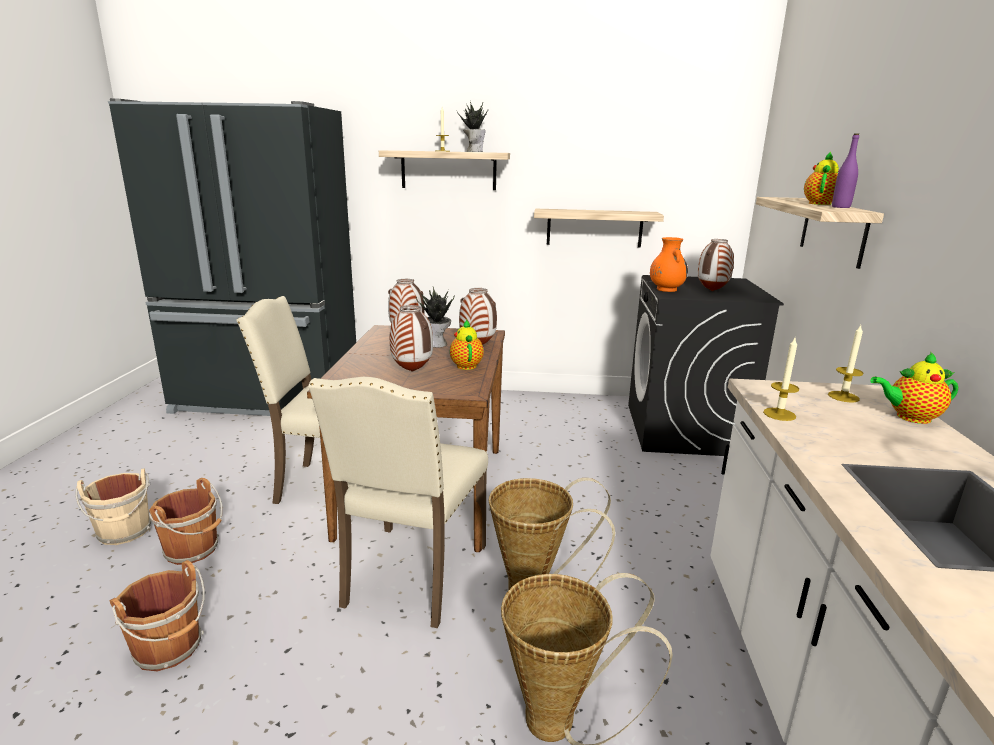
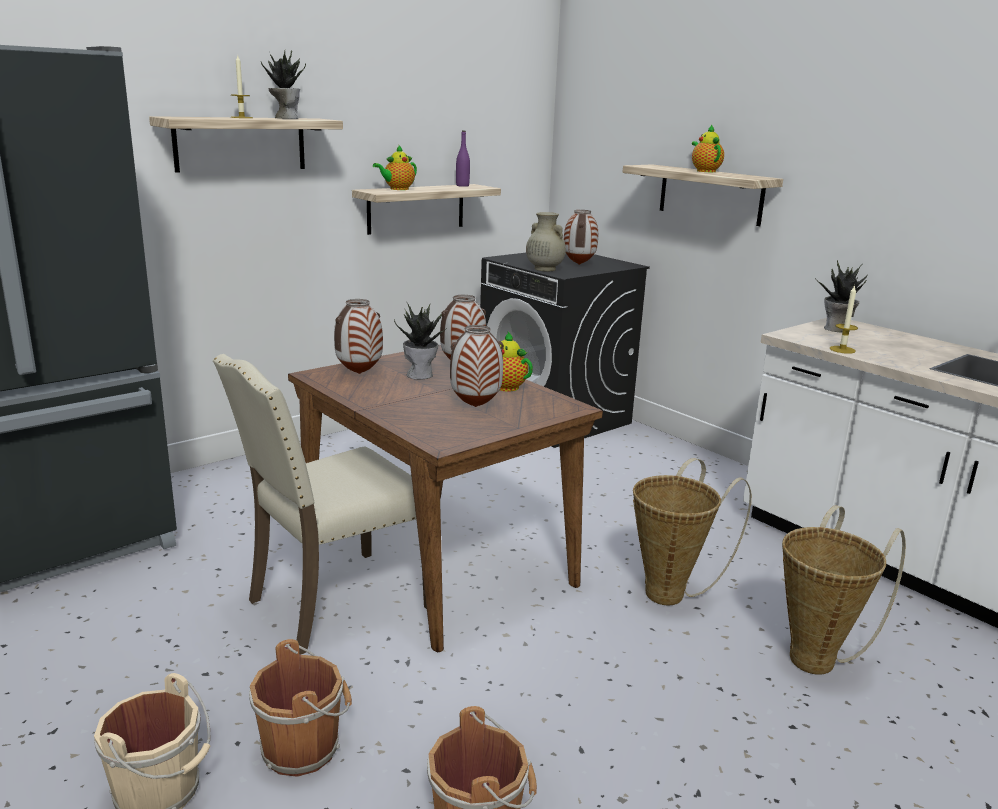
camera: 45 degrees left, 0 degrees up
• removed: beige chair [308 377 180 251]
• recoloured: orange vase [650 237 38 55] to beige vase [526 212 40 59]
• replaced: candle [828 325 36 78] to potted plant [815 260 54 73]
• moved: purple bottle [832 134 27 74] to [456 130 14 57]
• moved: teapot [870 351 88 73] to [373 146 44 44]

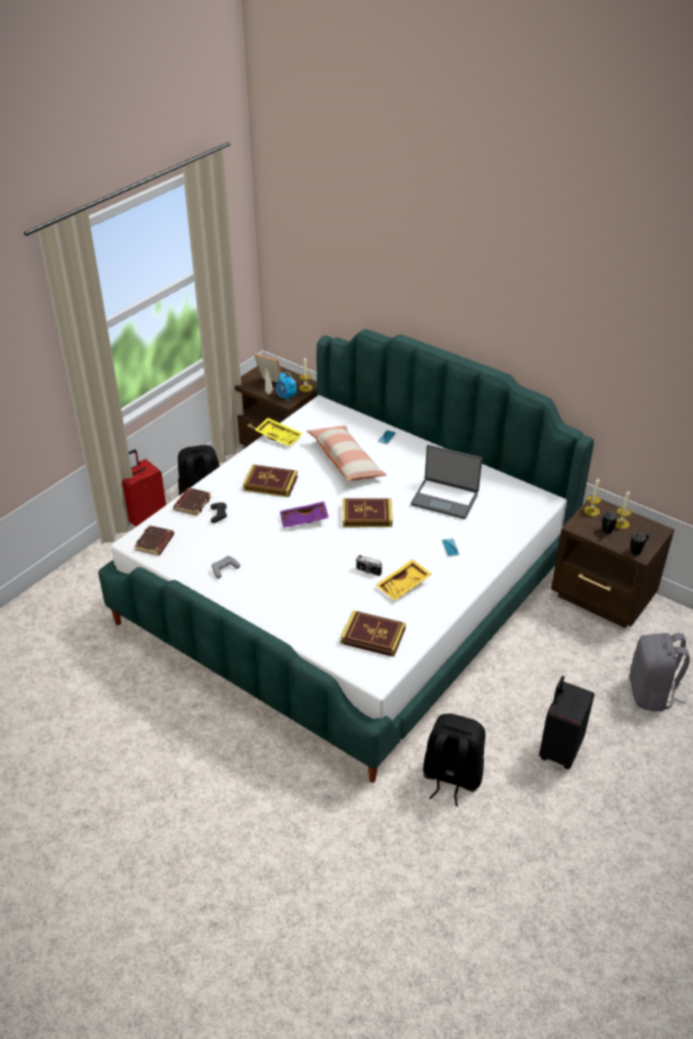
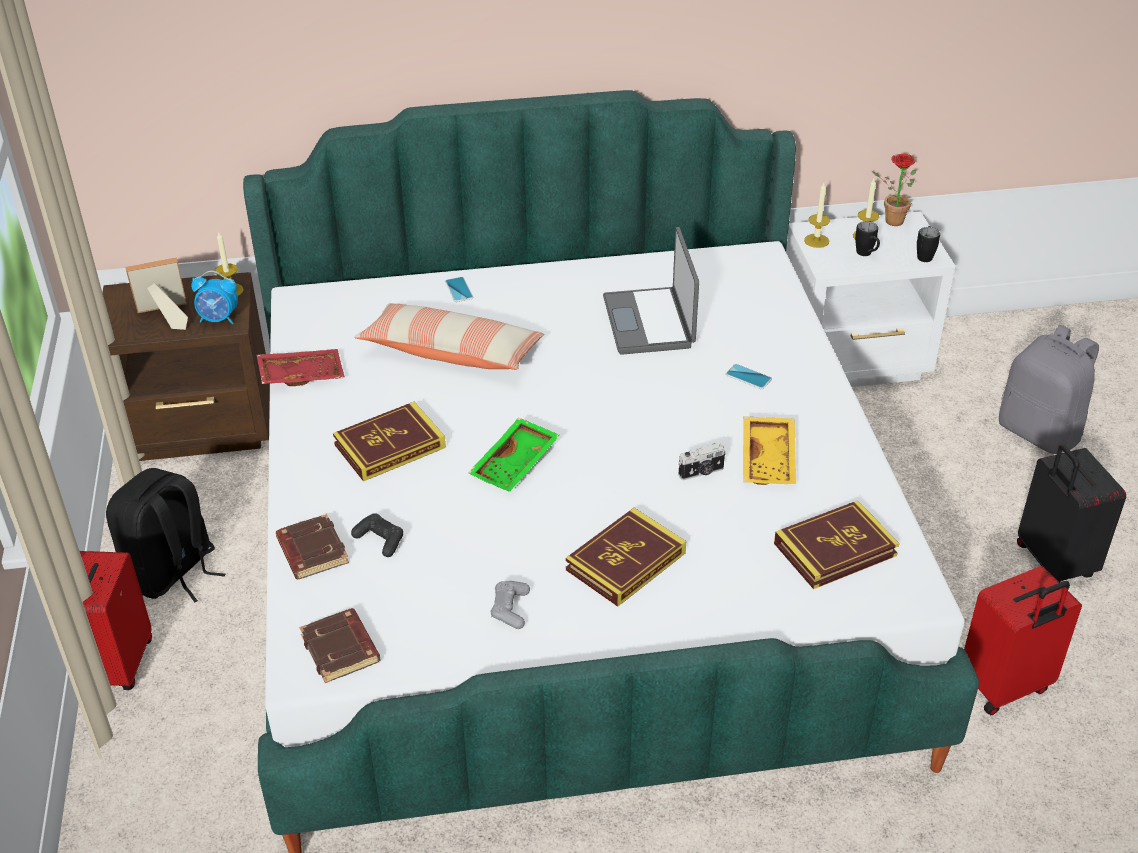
camera: 45 degrees left, 0 degrees up
• recoloured: yellow tray [255 418 48 29] to red tray [257 349 88 37]
• recoloured: purple tray [280 501 49 27] to green tray [468 418 92 74]
• moved: book [343 499 49 28] to [565 508 121 99]
• turned: laptop [411 445 71 74] = [603 227 96 128] 105 degrees clockwise
• replaced: black backpack [423 713 62 94] to red suitcase [964 566 118 149]
• recoloured: brown nightstand [551 499 123 129] to white nightstand [786 211 169 176]
• added: potted plant [872 154 44 72]

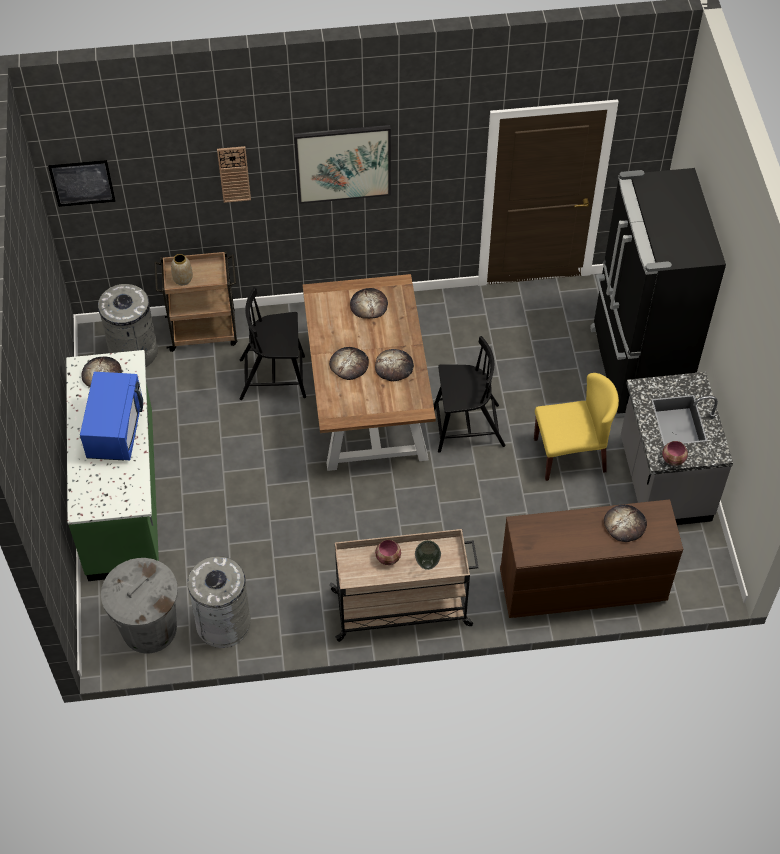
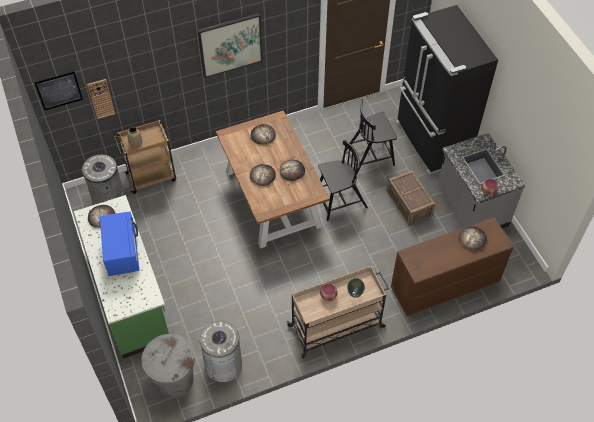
camera: 15 degrees left, 0 degrees up
• moved: wall clock [217 146 34 57] to [87 79 28 40]
• moved: black chair [240 287 66 113] to [346 99 51 75]
• replaced: yellow chair [534 373 85 108] to crate [386 170 49 55]

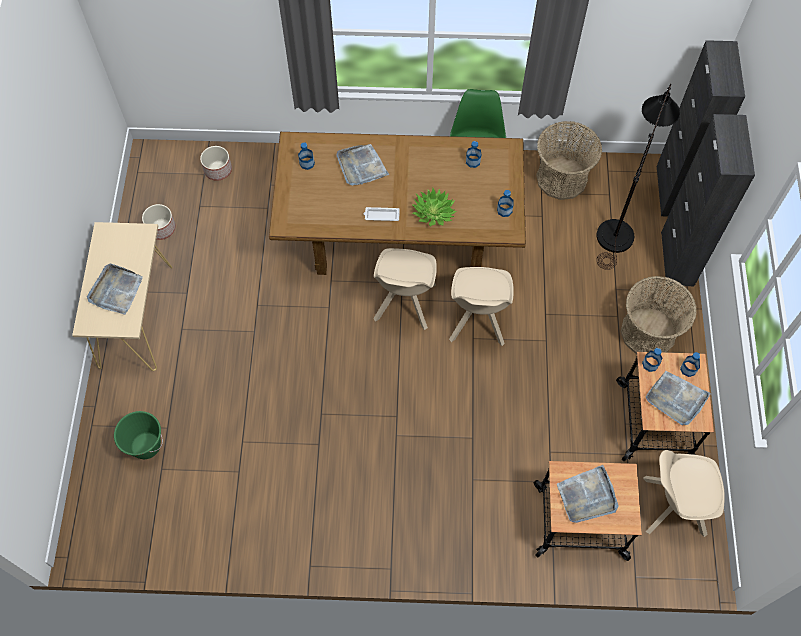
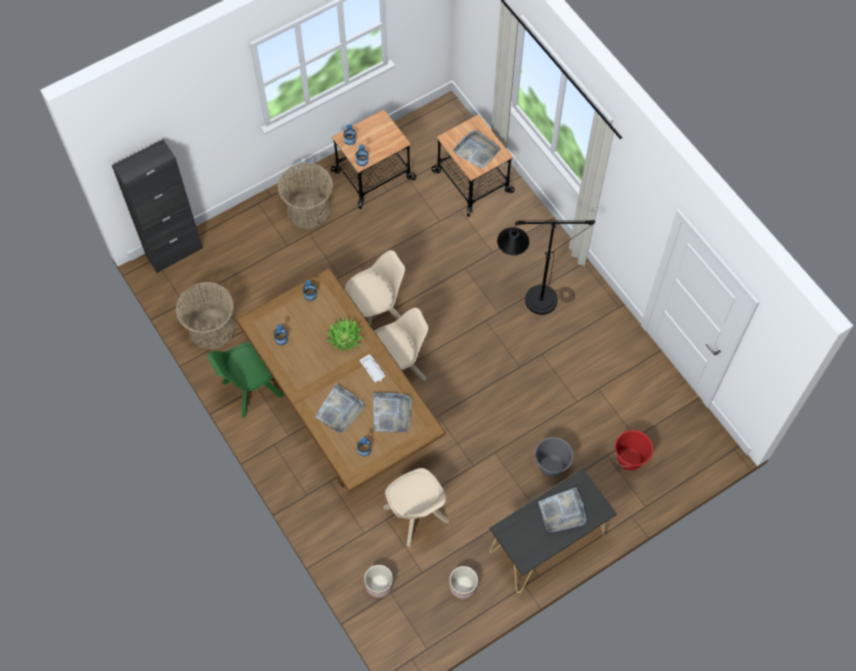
camera: 125 degrees left, 0 degrees up
• recoloured: beige console table [72 222 100 149] to black console table [489 469 128 124]
• recoloured: green bucket [114 411 49 48] to red bucket [615 430 38 41]
• moved: black floor lamp [597 84 83 186] to [497 220 98 95]
• moved: beige chair [643 450 82 87] to [384 468 65 78]
• moved: grey tray [646 371 65 54] to [373 392 39 40]
• removed: black cabinet [661 114 94 172]
• added: grey bucket [534 437 40 40]

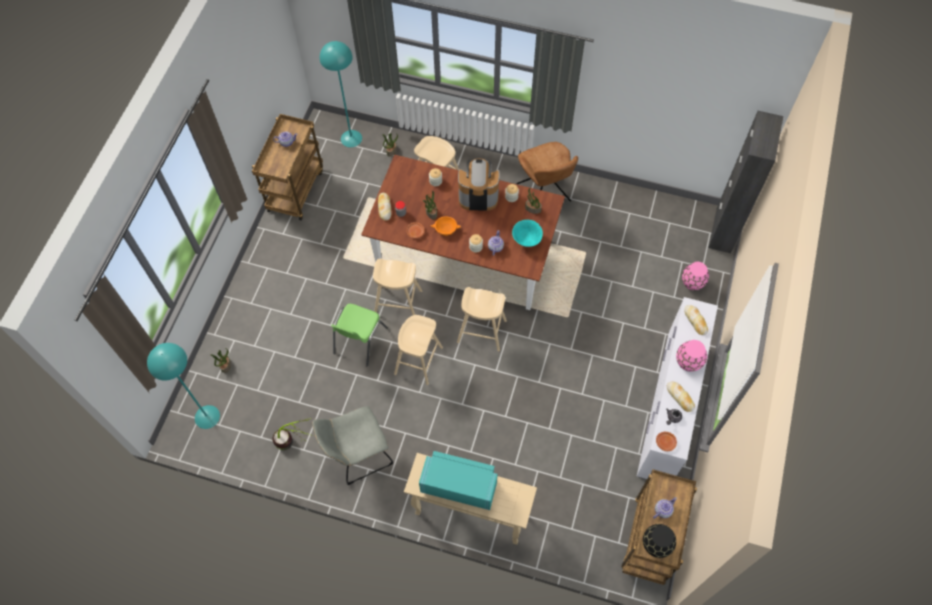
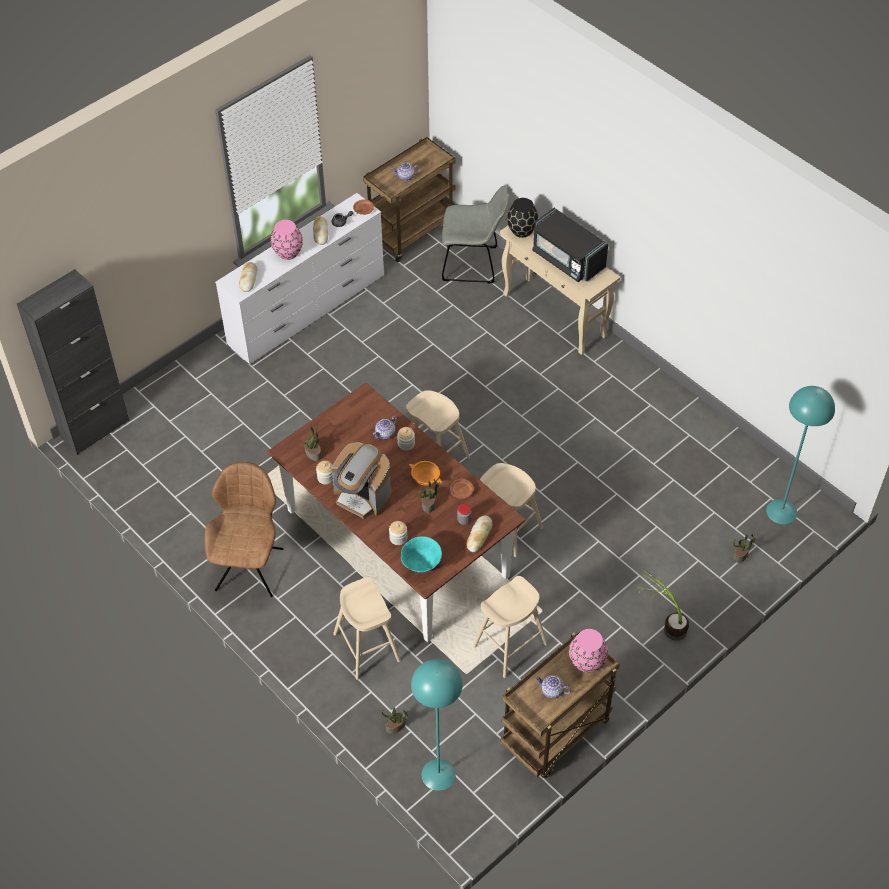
camera: 150 degrees left, 10 degrees down
• moved: potted plant [272 418 41 32] to [638 568 51 73]
• moved: grey chair [312 406 81 79] to [442 186 66 97]
• removed: green chair [331 304 57 63]
• moved: beige stool [394 315 49 70] to [473 576 75 102]
• recoloured: turquoise microwave [419 451 78 59] to black microwave [532 208 76 74]
• moved: turquoise bowl [512 220 31 27] to [401 536 41 37]
• moved: black vase [643 524 33 34] to [507 198 31 40]
• moved: pink vase [682 262 27 28] to [569 629 39 44]

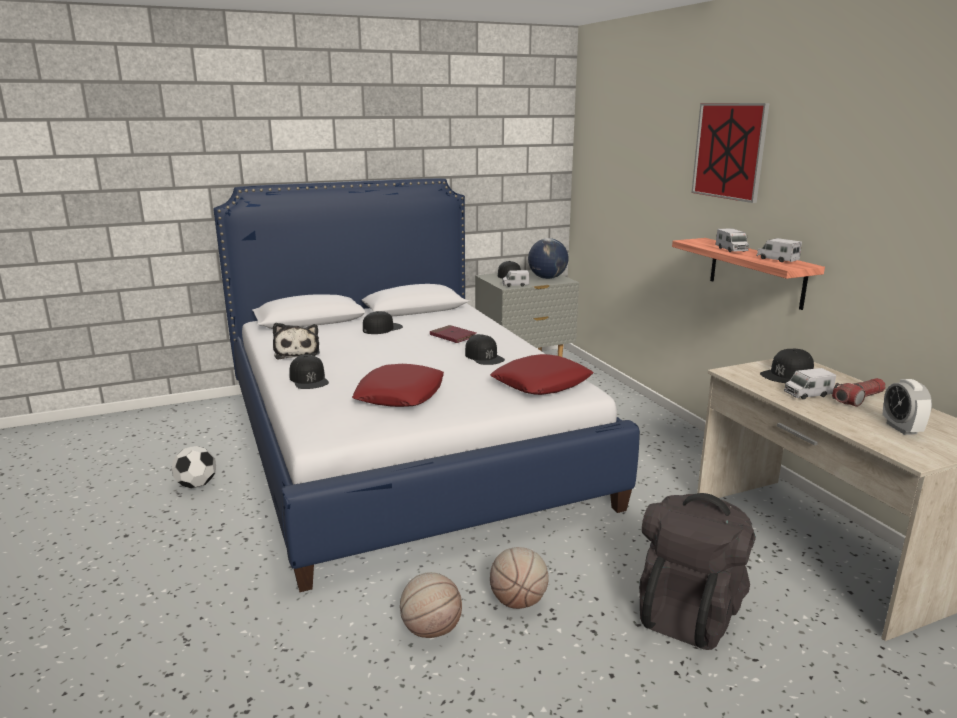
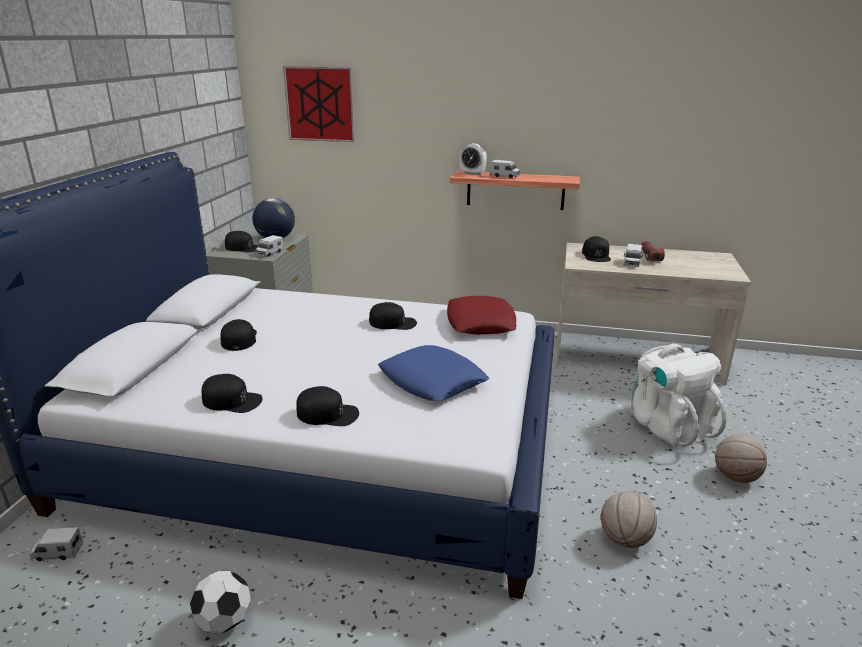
camera: 55 degrees left, 5 degrees up
• replaced: plush toy [273 323 47 37] to black cap [202 374 60 39]
• recoloured: red pillow [352 364 92 43] to blue pillow [378 345 111 56]
• removed: red book [430 325 46 18]
• moved: basketball [490 547 59 62] to [715 434 52 49]
• recoloured: black backpack [639 493 117 157] to white backpack [631 344 96 104]
• moved: picture [692 103 78 100] to [283 66 72 76]
• moved: toy truck [756 238 46 24] to [30 527 53 34]
• moved: alarm clock [883 379 49 56] to [460 144 27 31]

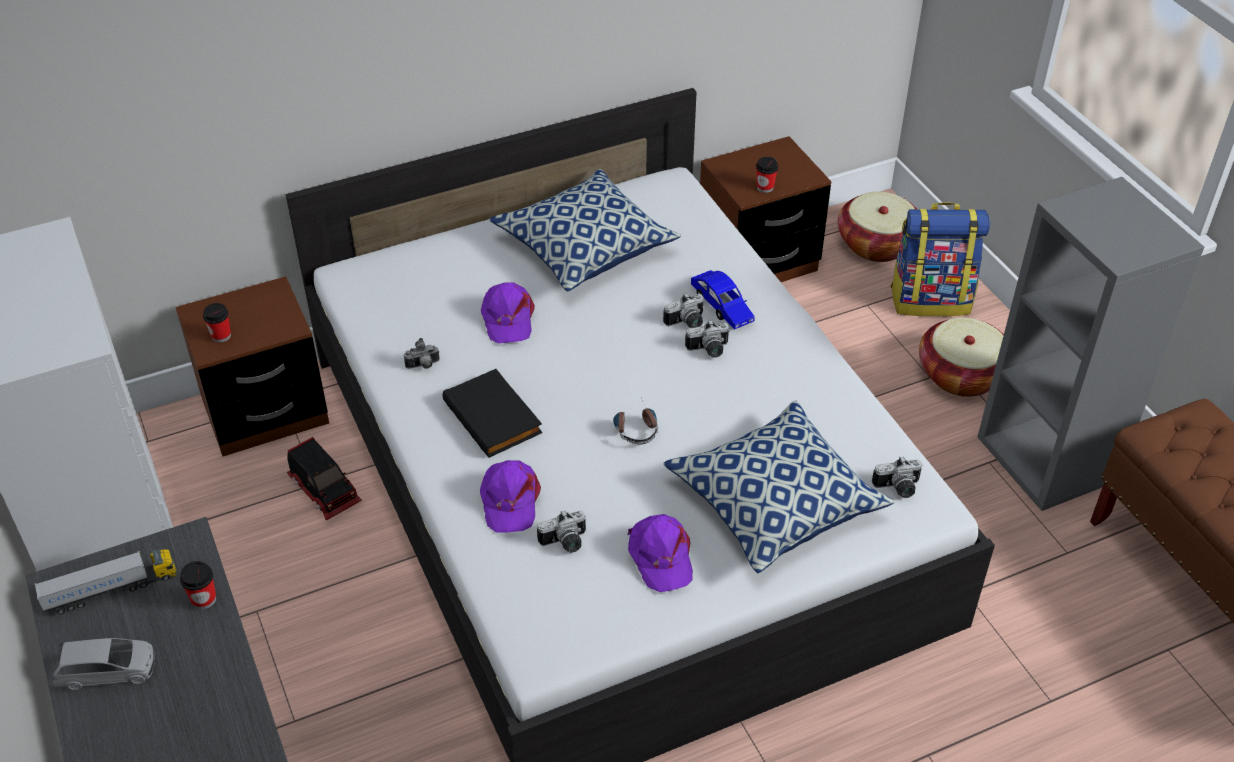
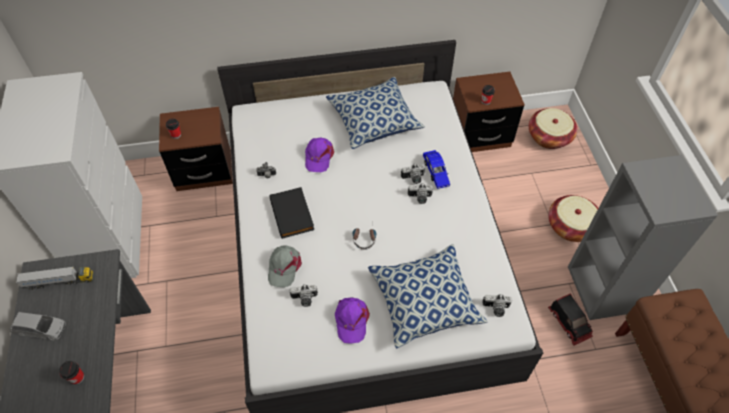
camera: 15 degrees right, 10 degrees up
• moved: cup [180 561 36 49] to [59 361 26 24]
• moved: toy truck [287 437 75 83] to [548 293 45 53]
• recoloured: purple cap [480 460 61 73] to grey cap [268 245 34 43]
• removed: backpack [890 202 100 114]

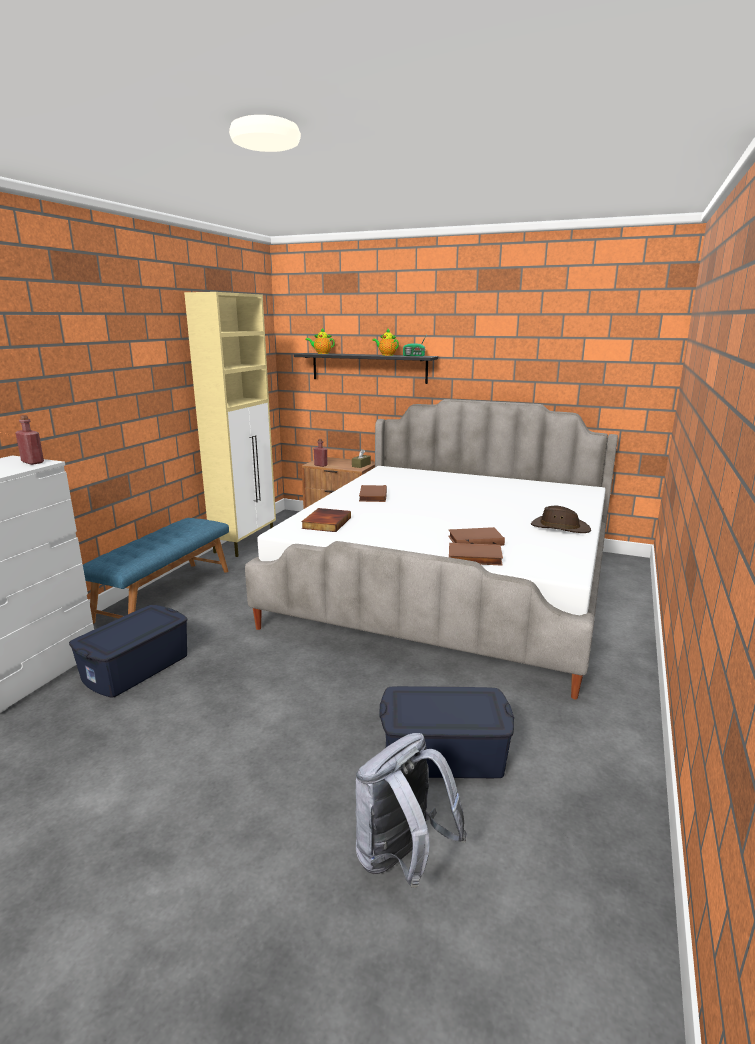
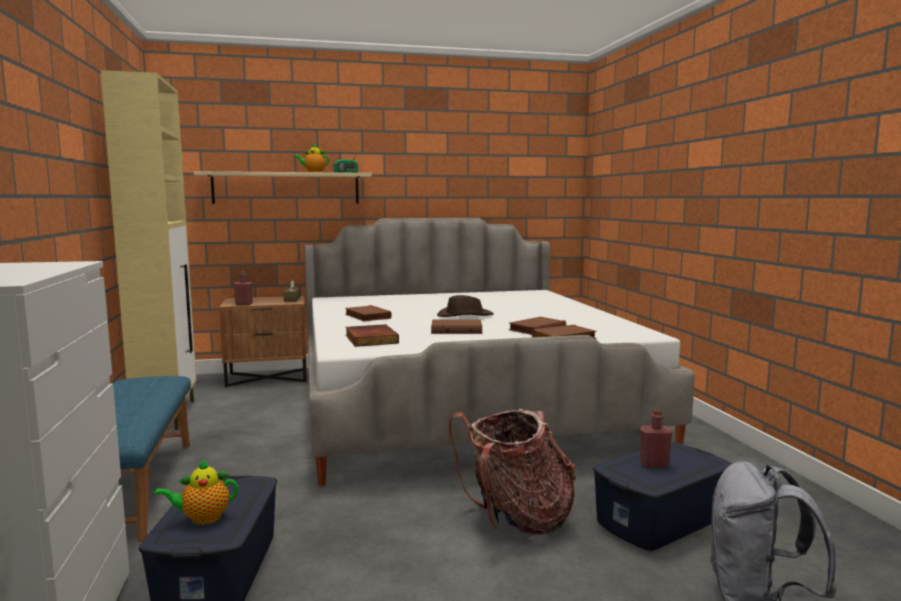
camera: 35 degrees left, 10 degrees down
• moved: red bottle [16 415 28 50] to [640 409 33 59]
• recoloured: black shelf [294 353 144 31] to beige shelf [194 171 178 33]
• moved: teapot [305 328 30 26] to [154 459 84 66]
• moved: brown hat [531 506 60 27] to [437 295 57 22]
• added: brown book [431 319 51 15]
• added: backpack [448 408 128 127]

